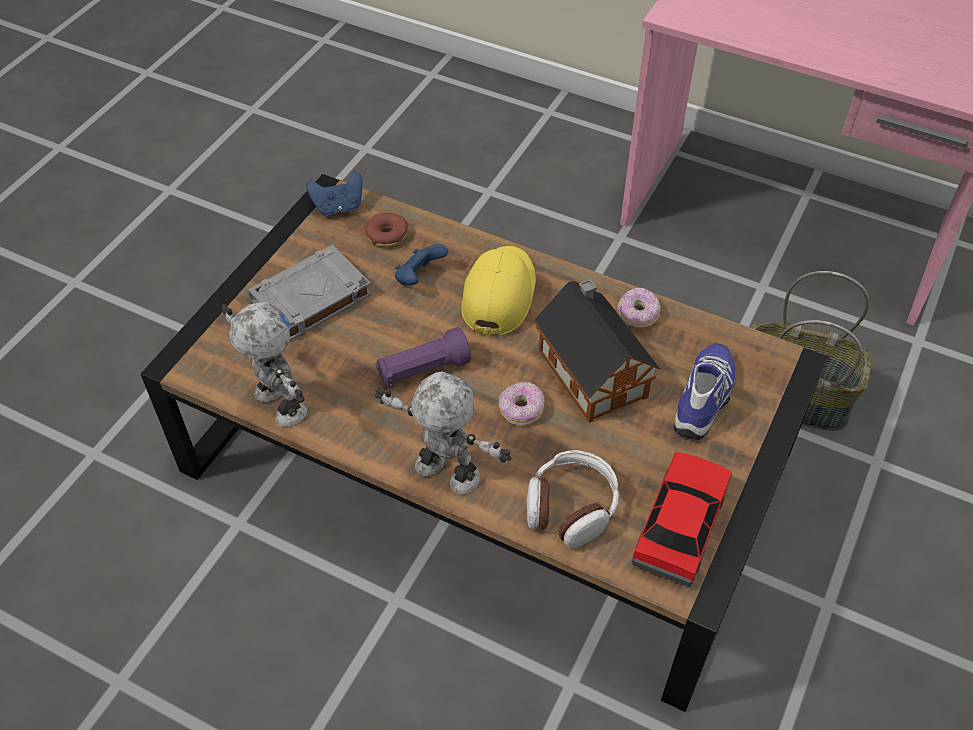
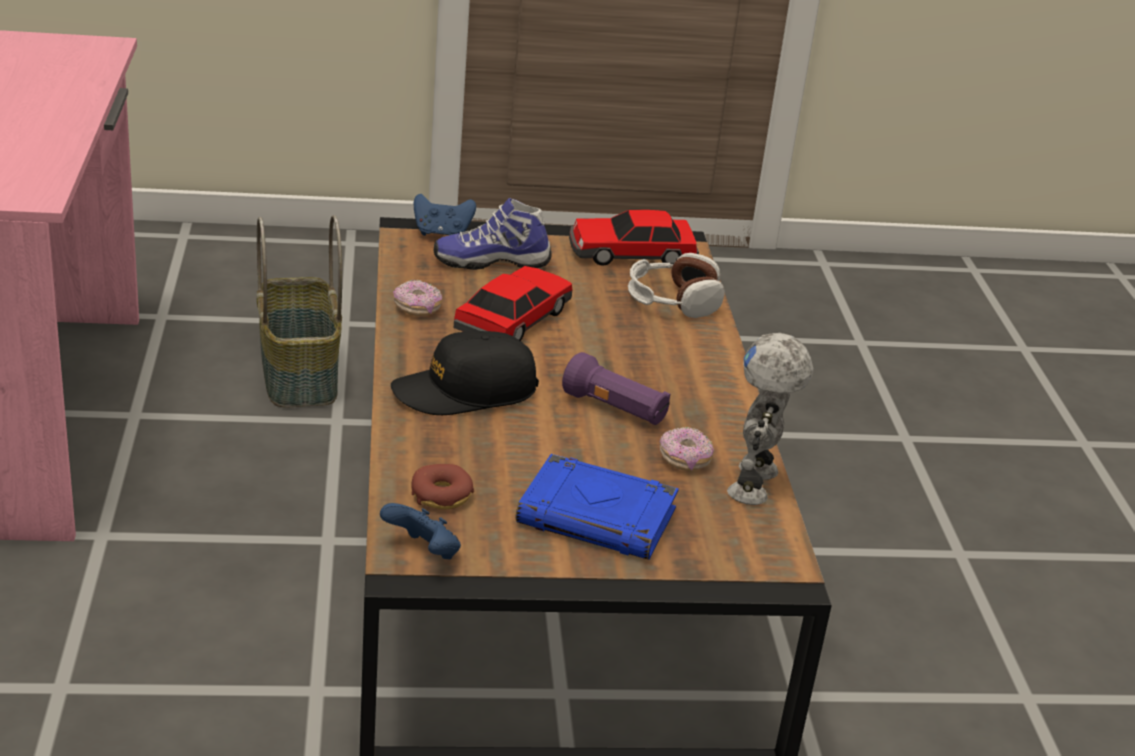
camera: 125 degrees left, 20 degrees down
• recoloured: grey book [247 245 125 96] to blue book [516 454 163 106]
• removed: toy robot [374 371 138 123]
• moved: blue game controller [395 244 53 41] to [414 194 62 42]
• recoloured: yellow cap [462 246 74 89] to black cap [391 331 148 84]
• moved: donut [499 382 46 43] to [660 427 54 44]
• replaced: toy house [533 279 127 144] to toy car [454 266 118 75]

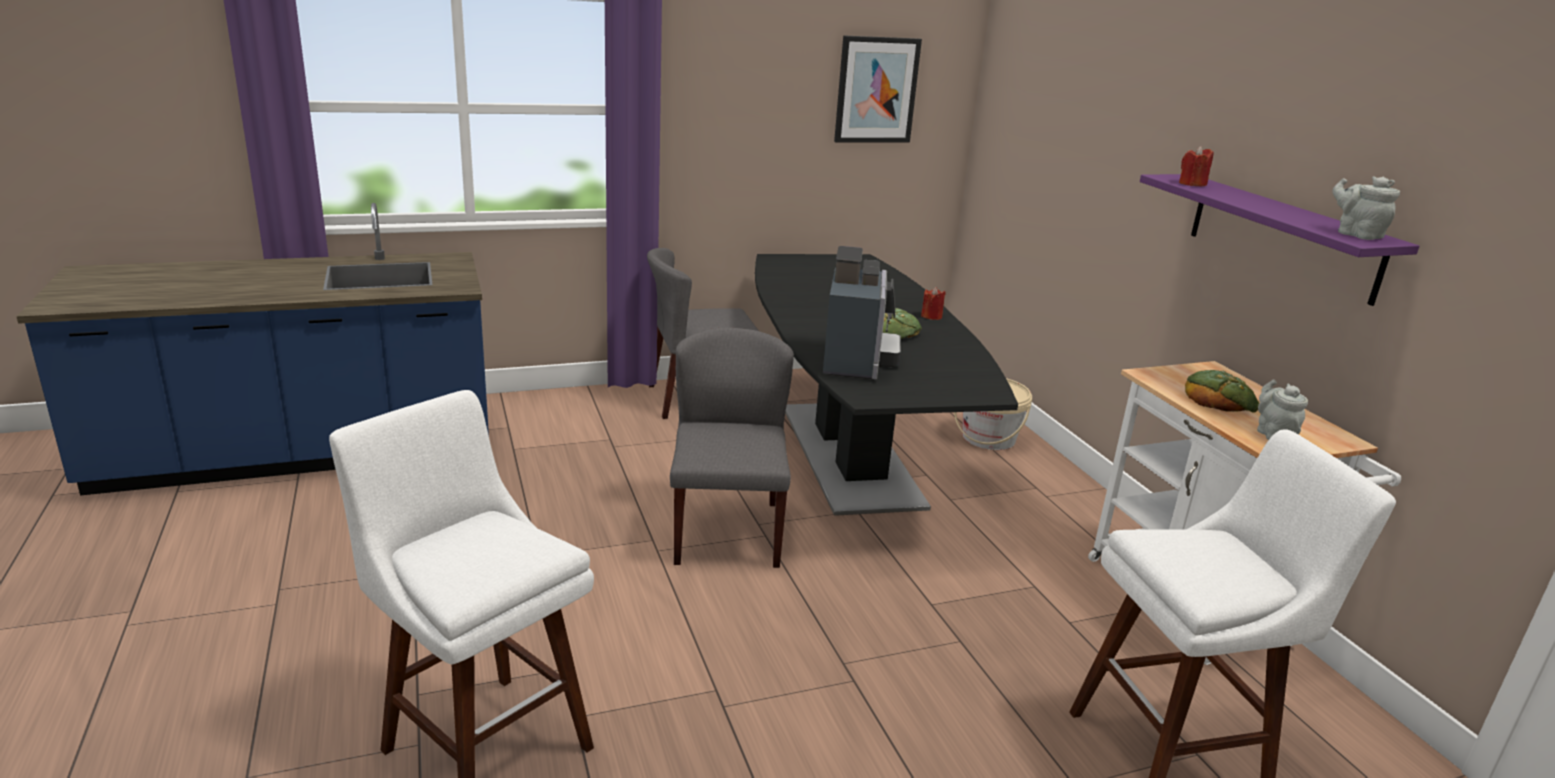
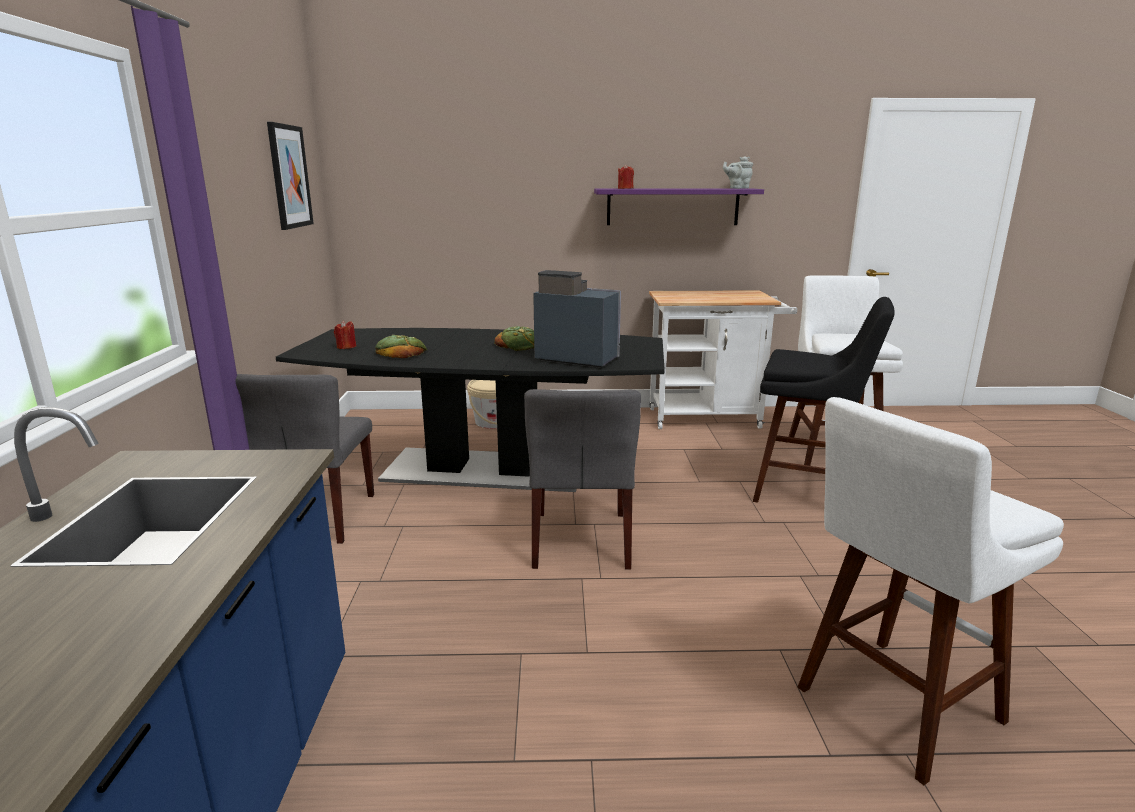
camera: 70 degrees left, 5 degrees down
• turned: grey chair [670 327 124 241] = [524 389 117 180] 105 degrees counterclockwise
• moved: red candle [921 287 25 33] to [334 320 22 29]
• moved: bread [1185 370 74 43] to [375 335 52 23]
• removed: grey teapot [1257 379 51 61]
• added: black stool [753 297 142 206]

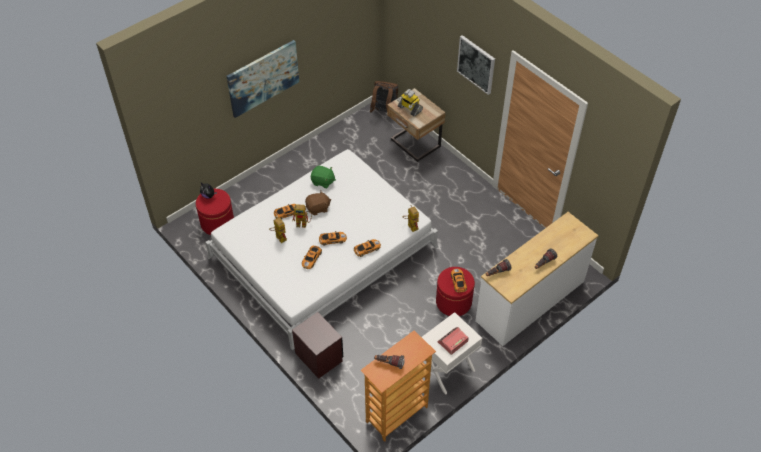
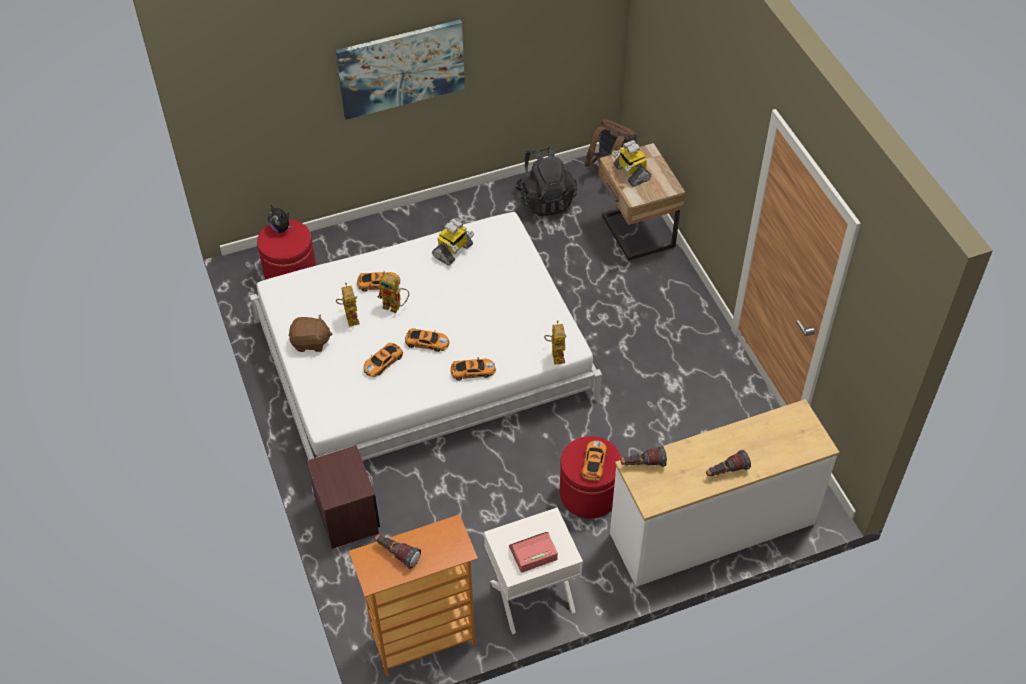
camera: 20 degrees right, 0 degrees up
• moved: brown plush toy [305 191 26 24] to [289 314 43 38]
• replaced: green plush toy [311 166 25 22] to toy robot [432 219 42 47]
• removed: picture [457 35 38 60]
• added: black backpack [515 146 62 70]

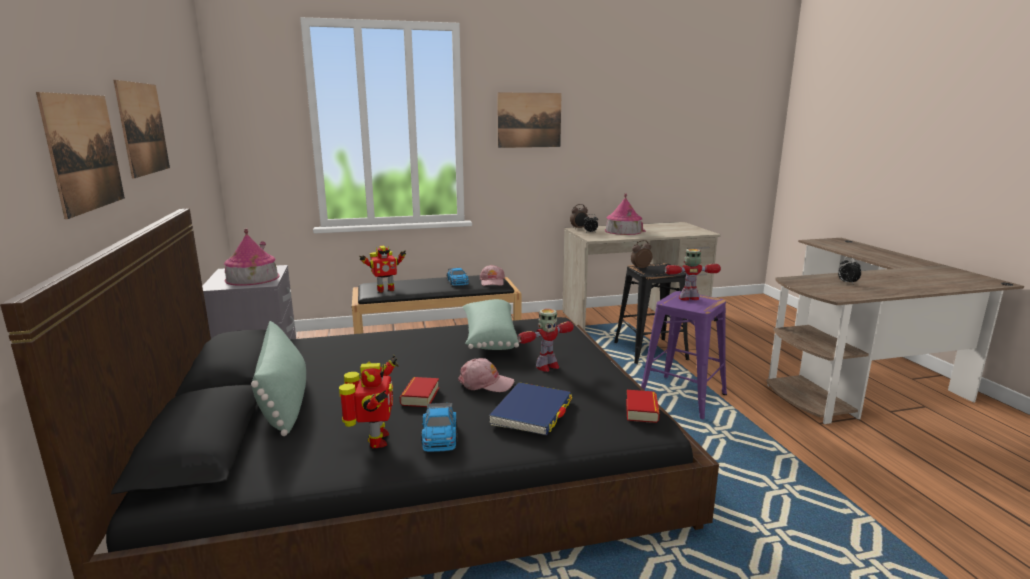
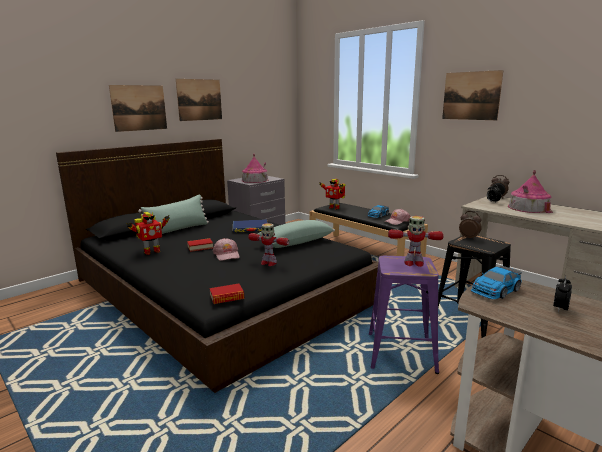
camera: 60 degrees right, 0 degrees up
• moved: toy car [421 403 36 49] to [471 266 51 33]
• moved: blue book [489 382 83 53] to [233 219 35 13]
• turned: toy robot [665 249 56 52] = [388 216 56 51] 135 degrees clockwise

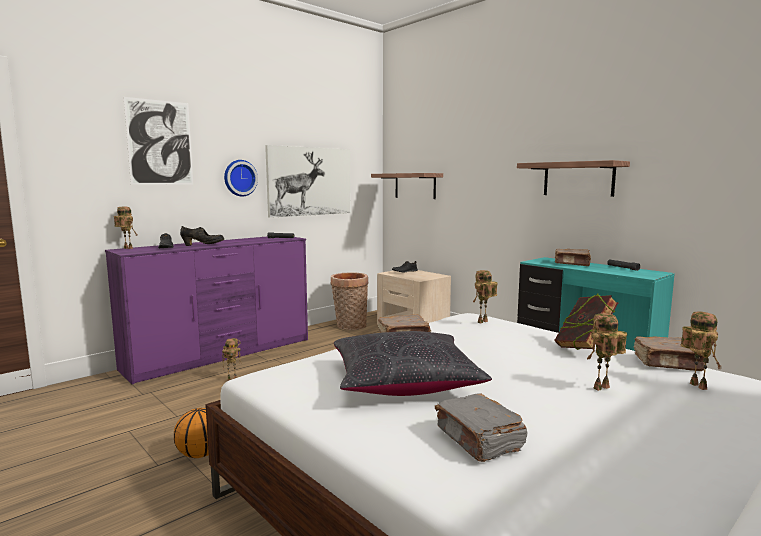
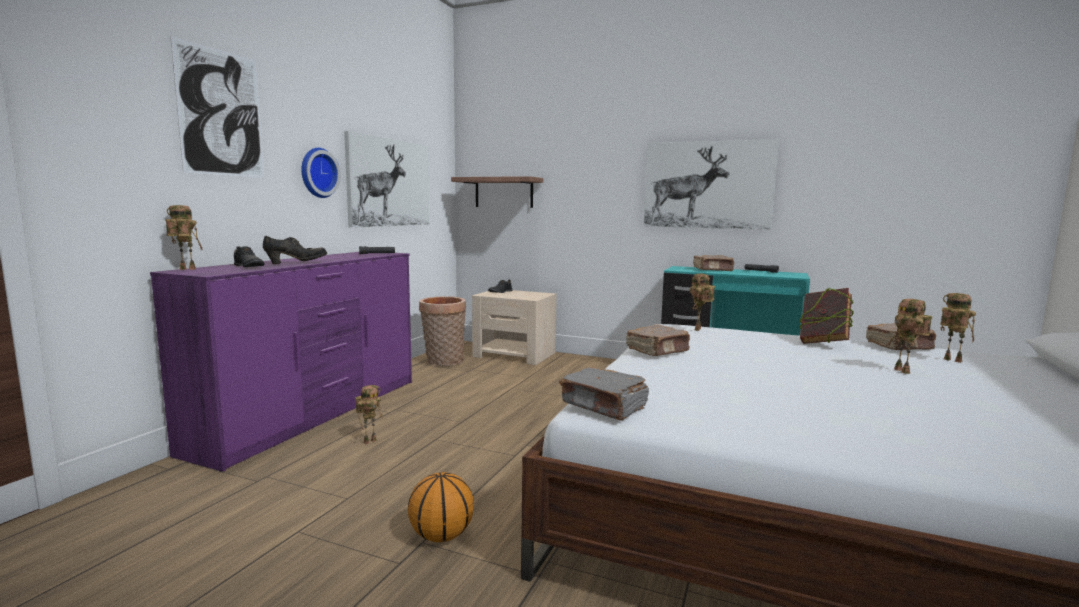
camera: 25 degrees left, 0 degrees up
• removed: black pillow [334 331 158 65]
• moved: grey book [435 394 93 68] to [559 367 90 53]
• replaced: shelf [517 160 113 37] to picture [644 139 135 91]
• turned: toy robot [587 313 40 78] = [886 299 46 75] 45 degrees counterclockwise

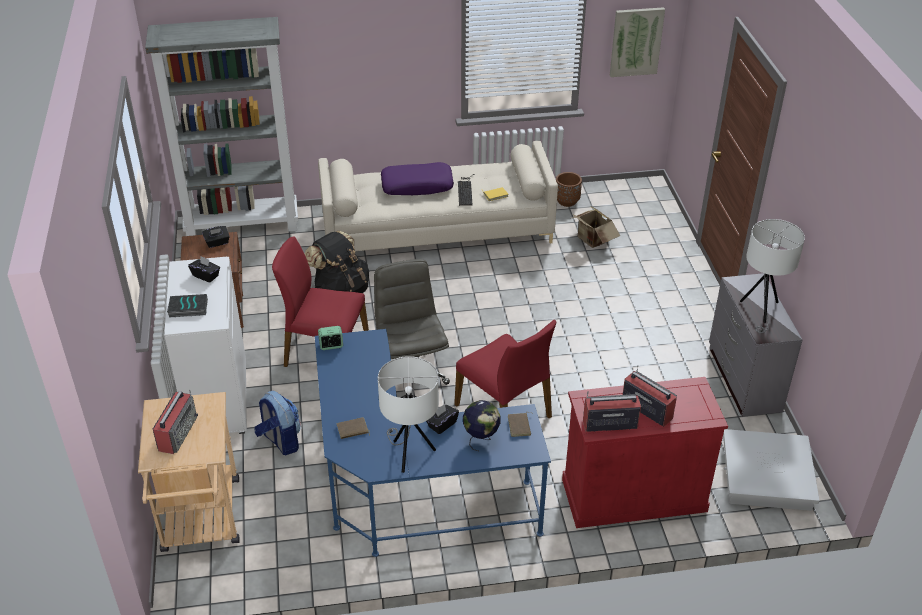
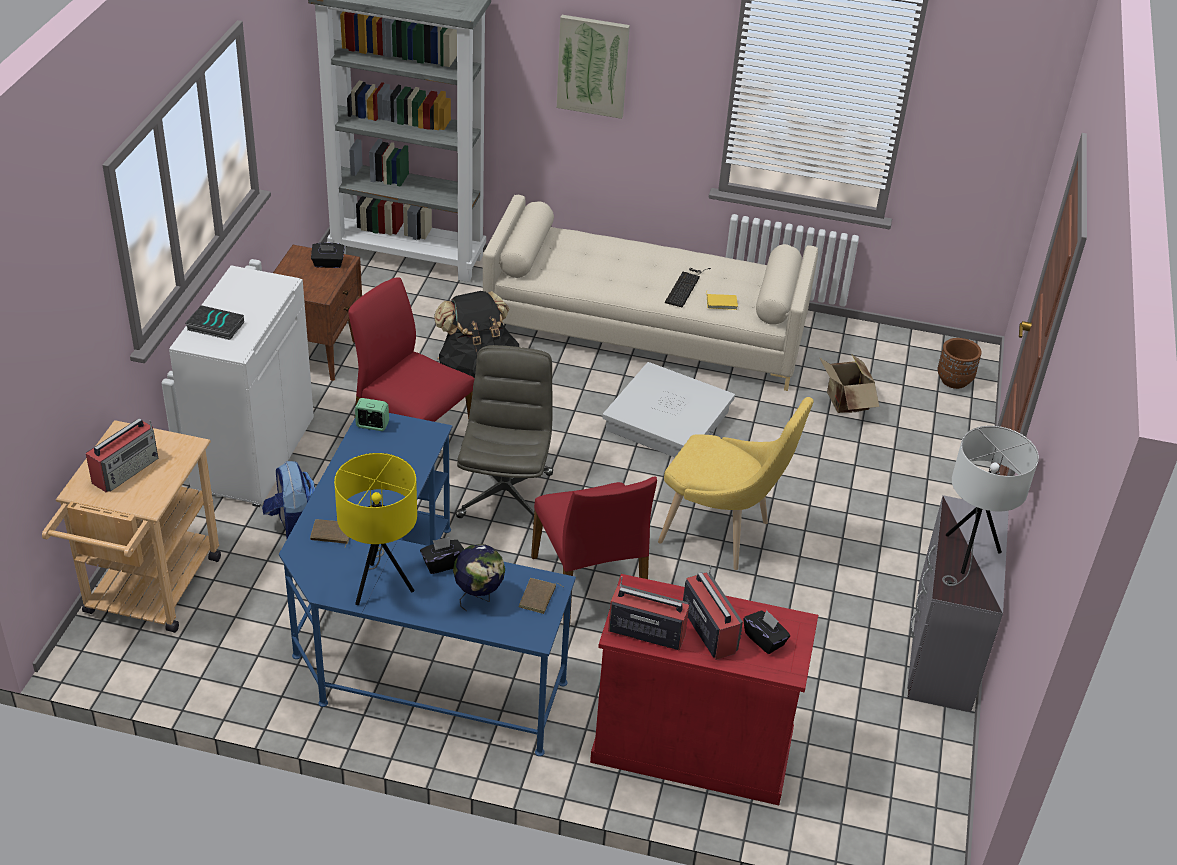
camera: 20 degrees right, 0 degrees up
• moved: black tissue box [188 256 32 26] to [743 610 47 44]
• recoloured: white table lamp [378 356 61 117] to yellow table lamp [334 453 83 152]
• removed: purple pillow [381 162 73 33]
• moved: brown planter [556 172 26 35] to [937 338 45 51]
• moved: picture [610 7 55 70] to [557 15 73 104]
• moved: white storage box [723 429 96 82] to [602 362 133 95]
• added: yellow chair [658 397 156 173]

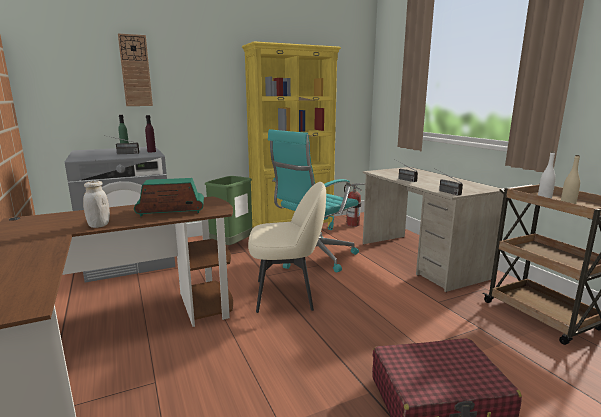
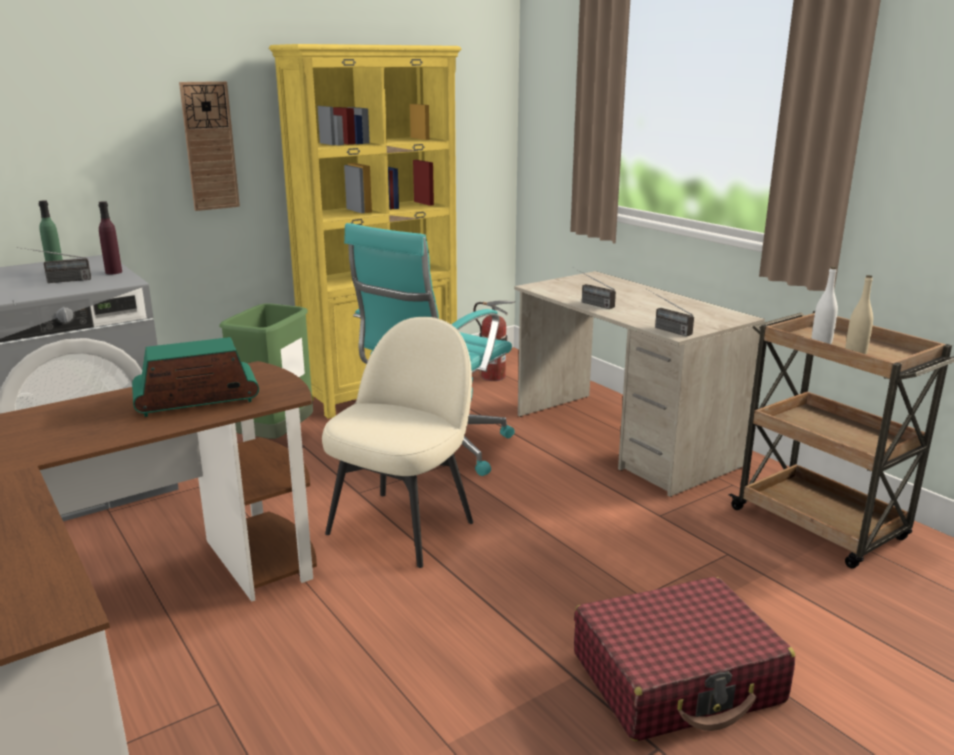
camera: 10 degrees left, 5 degrees up
• removed: white jar [83 181 27 47]
• moved: wall clock [118 33 35 73] to [179 81 61 130]
• turned: beige chair [248 182 78 131] = [322 317 151 251] 45 degrees counterclockwise

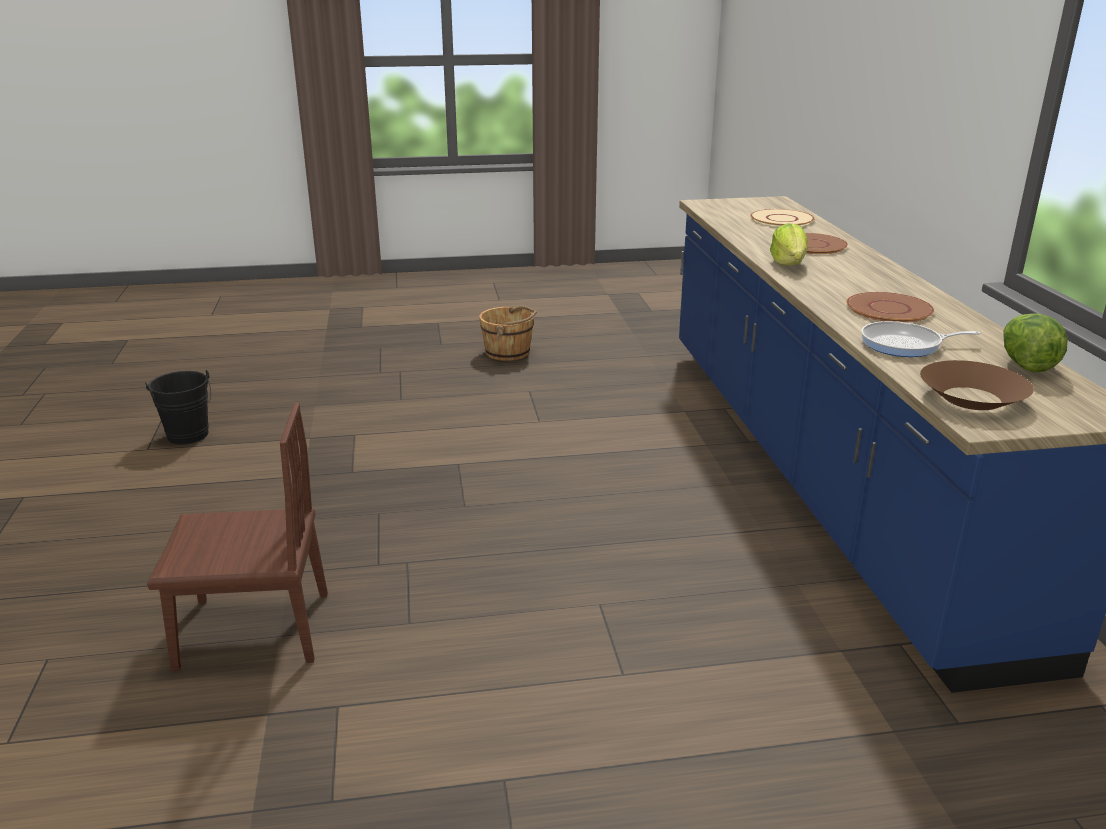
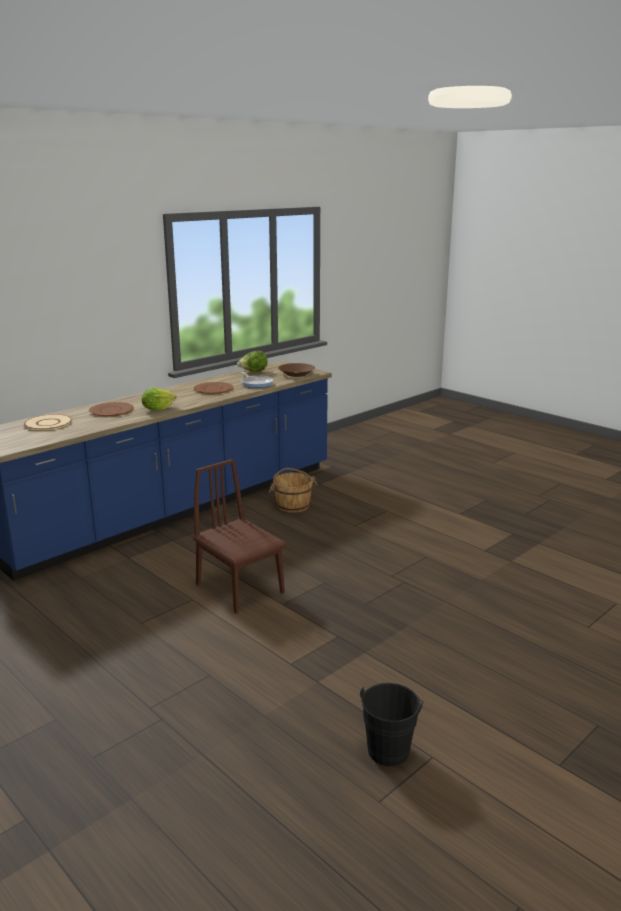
camera: 125 degrees left, 5 degrees down
• moved: brown chair [147 403 181 268] to [193 459 93 155]
• moved: brown bucket [479 305 58 56] to [268 468 50 45]

